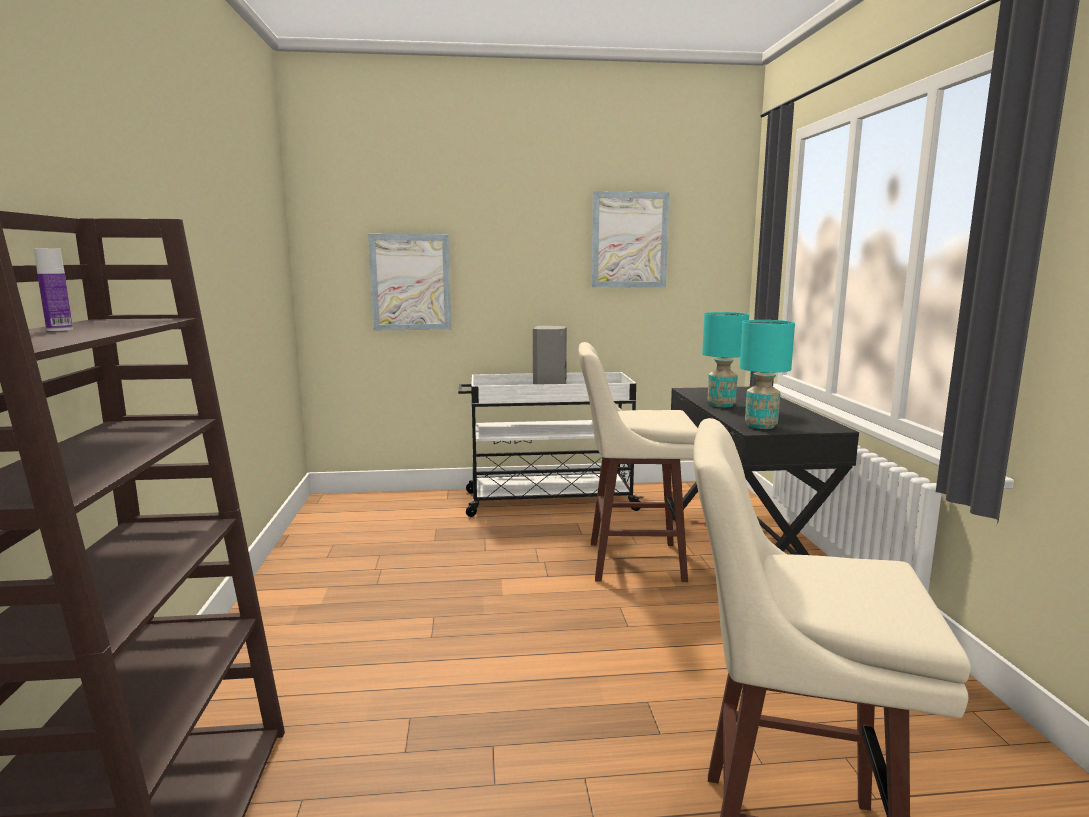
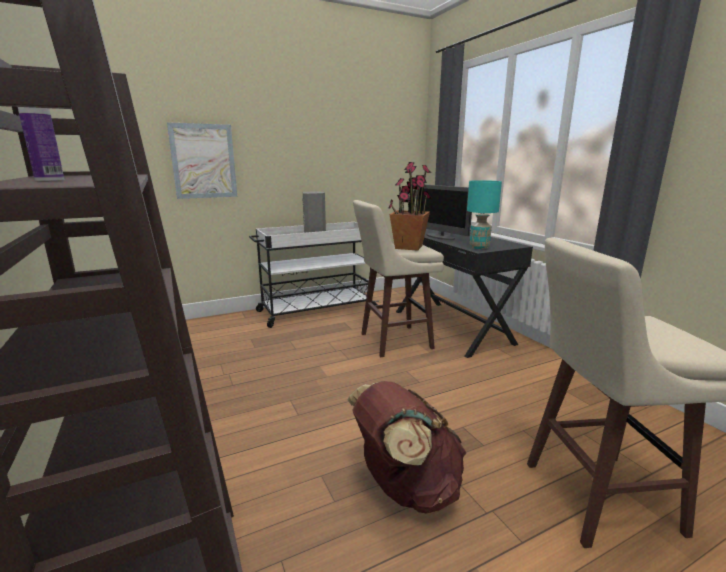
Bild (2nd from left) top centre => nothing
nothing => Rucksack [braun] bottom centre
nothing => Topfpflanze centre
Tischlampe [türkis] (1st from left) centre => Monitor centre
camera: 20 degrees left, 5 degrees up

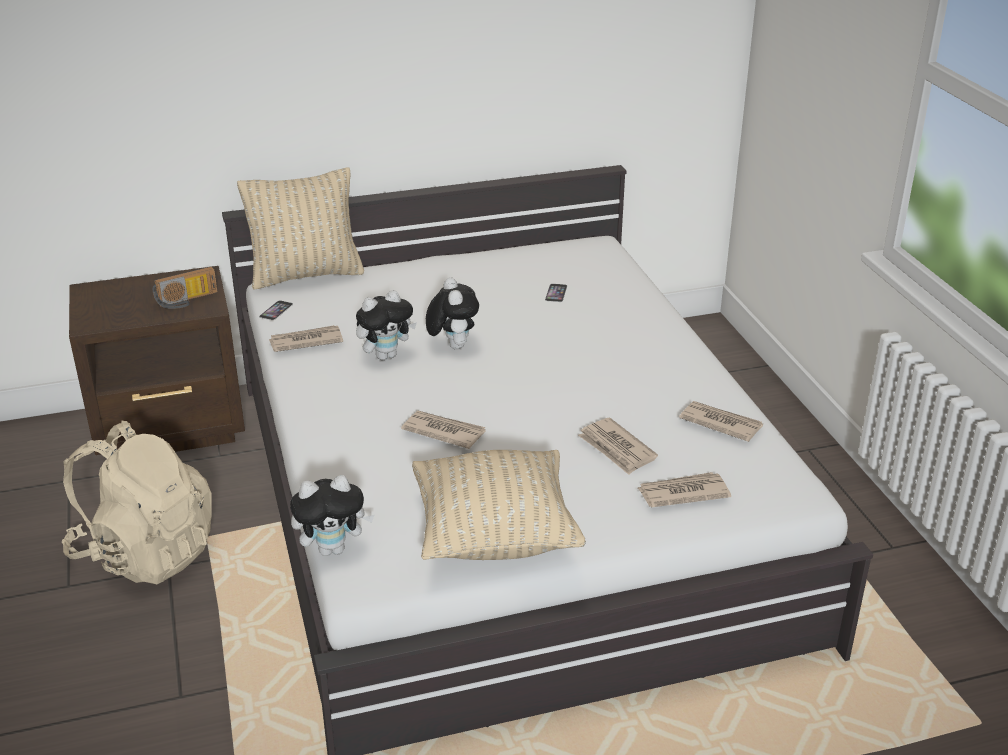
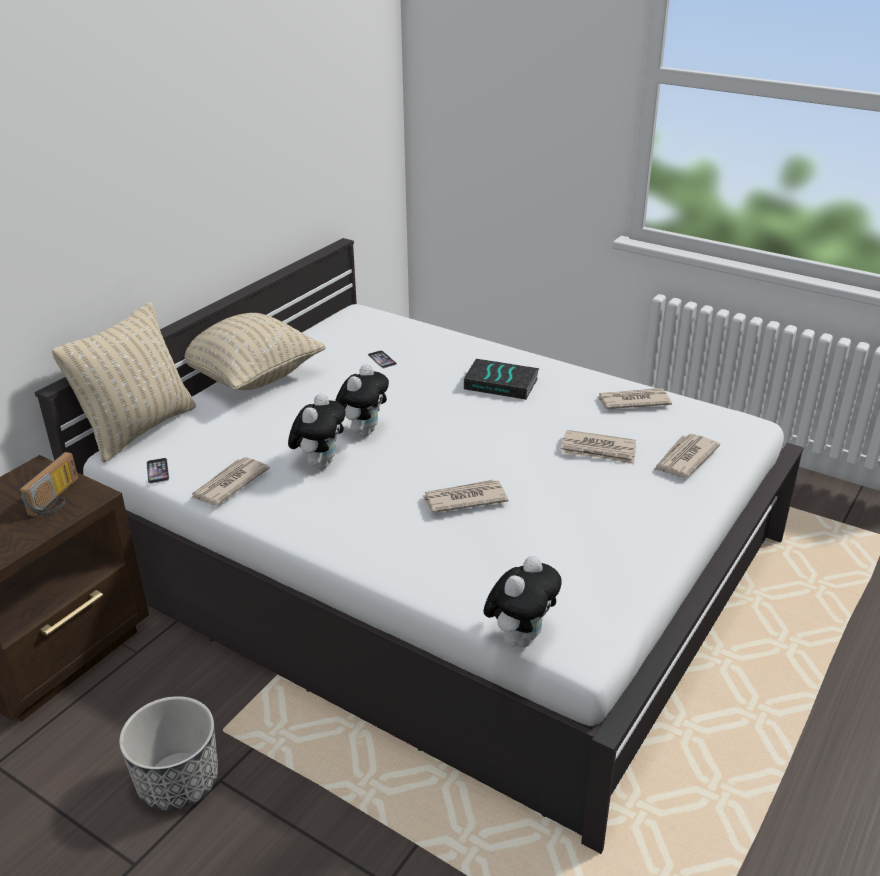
nothing => Buch centre
Kissen [beige] (2nd from left) bottom centre => Kissen [beige] (2nd from left) middle left, moved
Rucksack [beige] middle left => Pflanzkübel bottom left
Plüschtier (3rd from left in the first image) centre => Plüschtier (2nd from left) centre, 75 degrees clockwise
camera: 40 degrees left, 0 degrees up

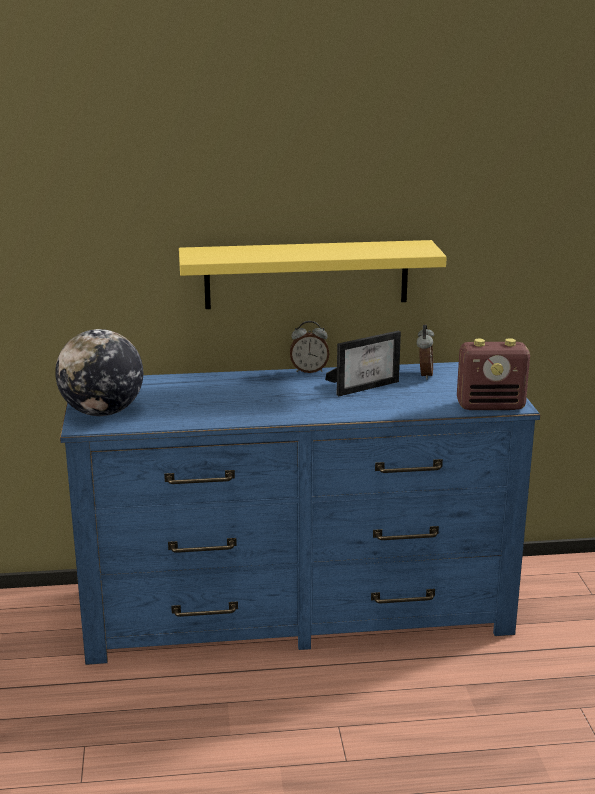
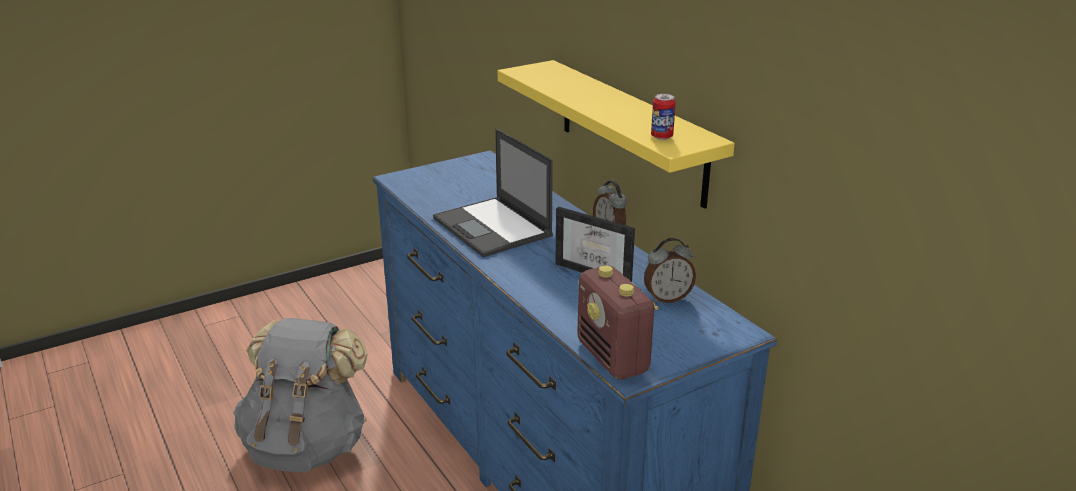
Globus middle left => nothing
nothing => Rucksack [grau] bottom left
nothing => Laptop centre
nothing => Dose top centre
camera: 65 degrees right, 5 degrees up

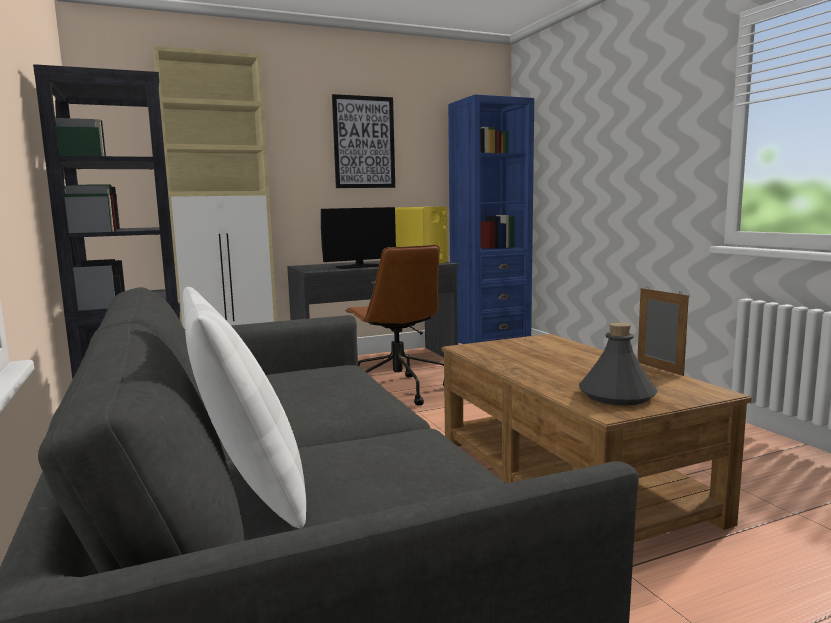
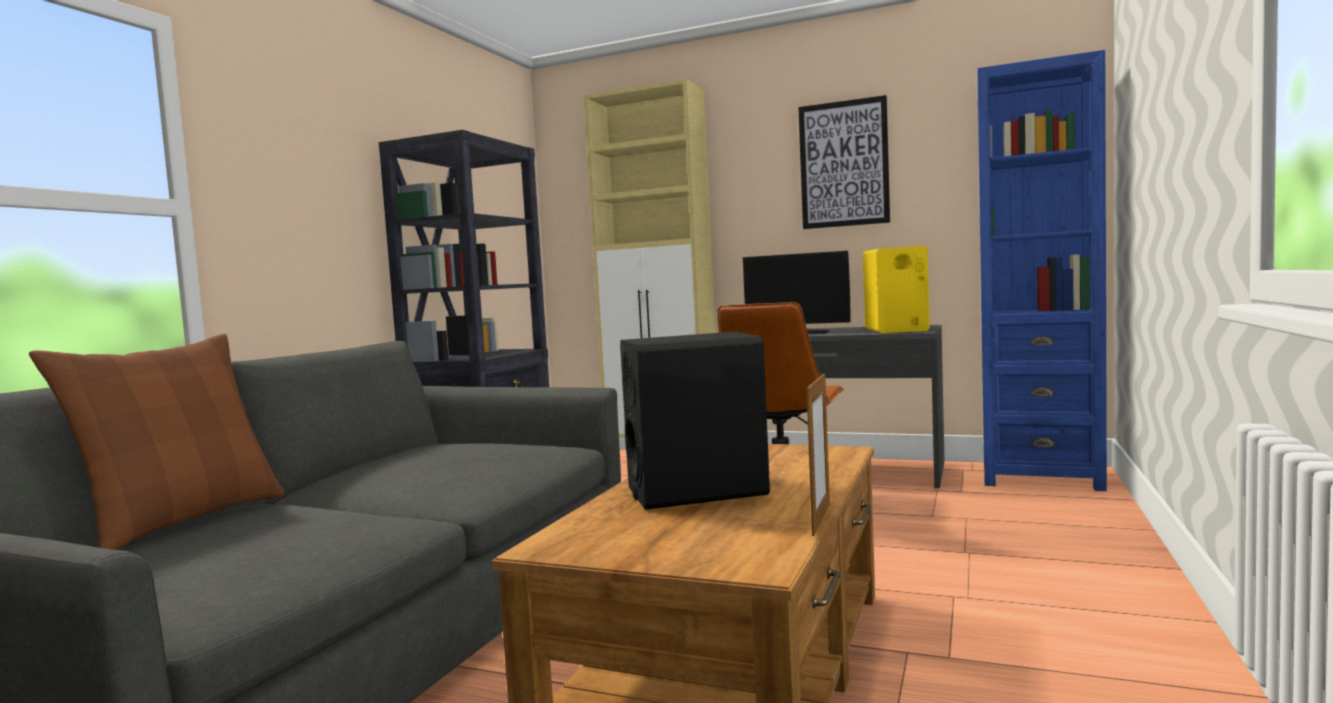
Flasche [grau] middle right => nothing
nothing => Lautsprecher [schwarz] centre
Kissen [weiß] middle left => Kissen [braun] middle left
camera: 45 degrees right, 5 degrees down

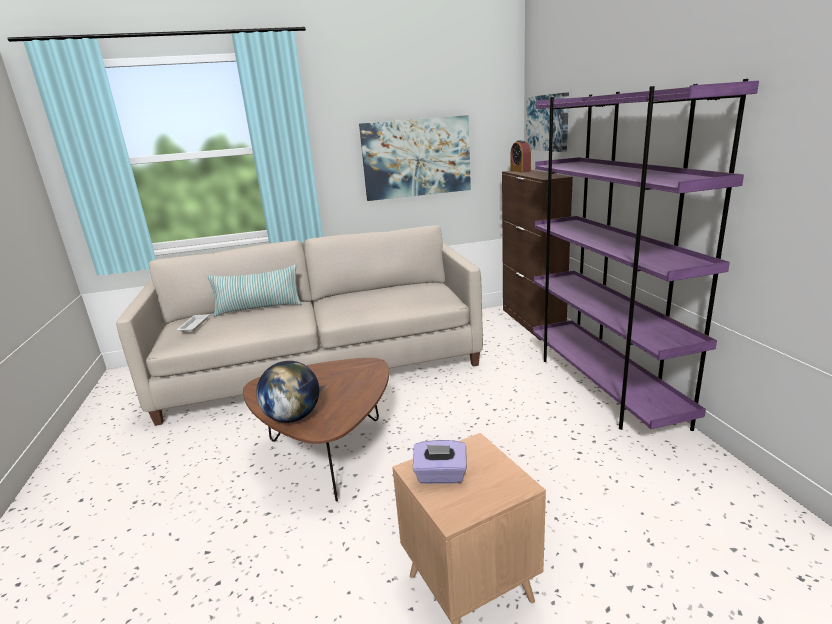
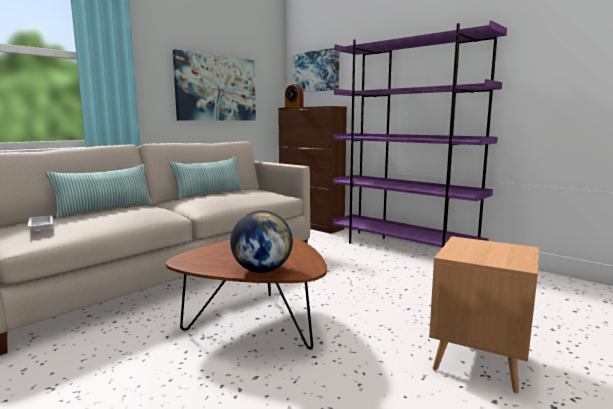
Taschentuchbox [lila] bottom centre => nothing
nothing => Kissen (2nd from left) centre
camera: 35 degrees left, 10 degrees down

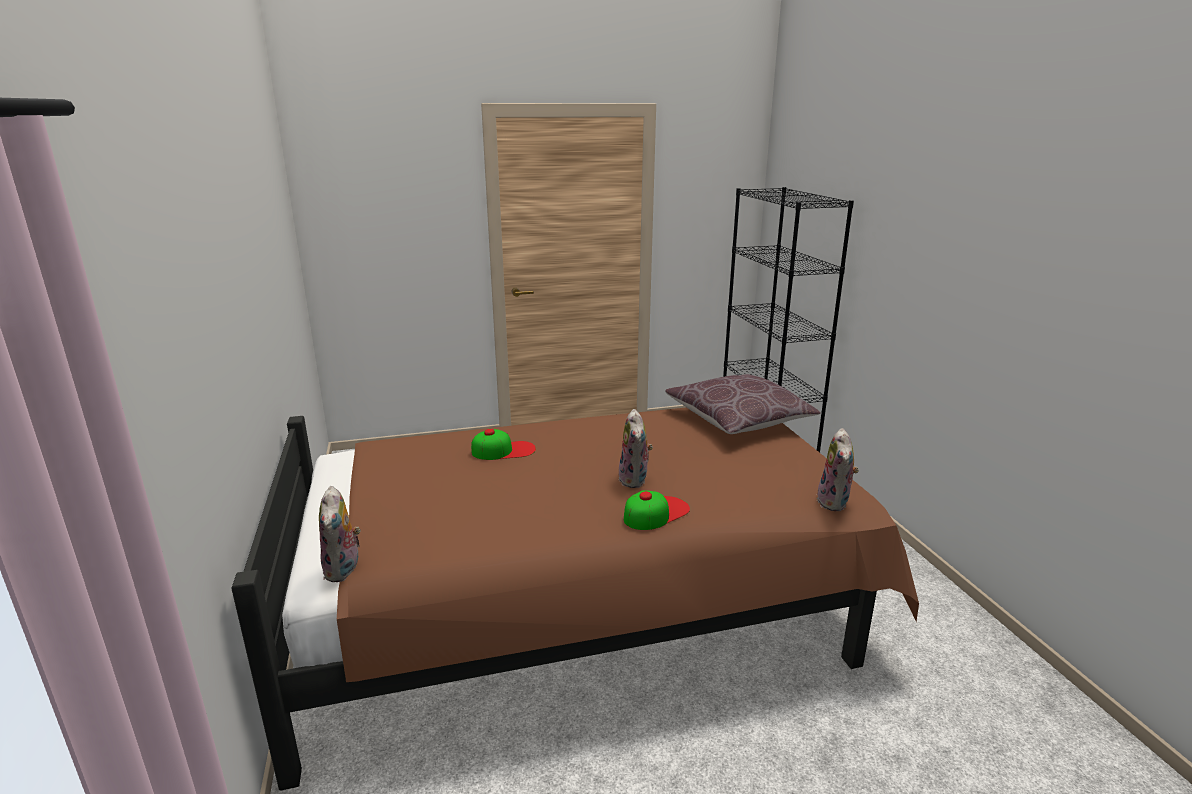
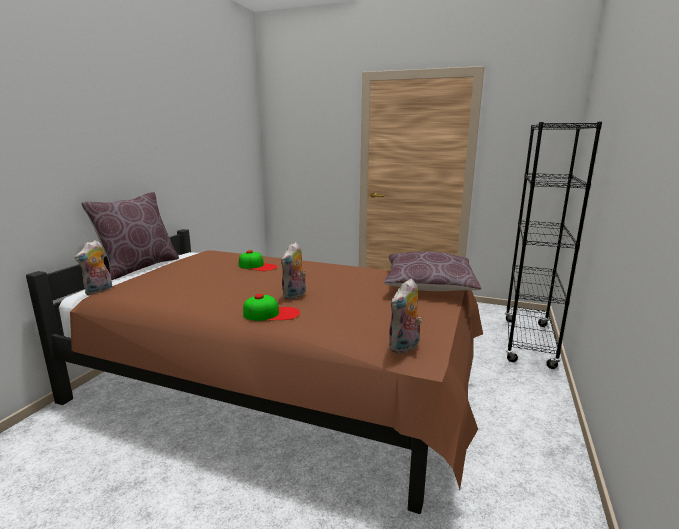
nothing => Kissen [braun] (1st from left) middle left
camera: 35 degrees right, 5 degrees down

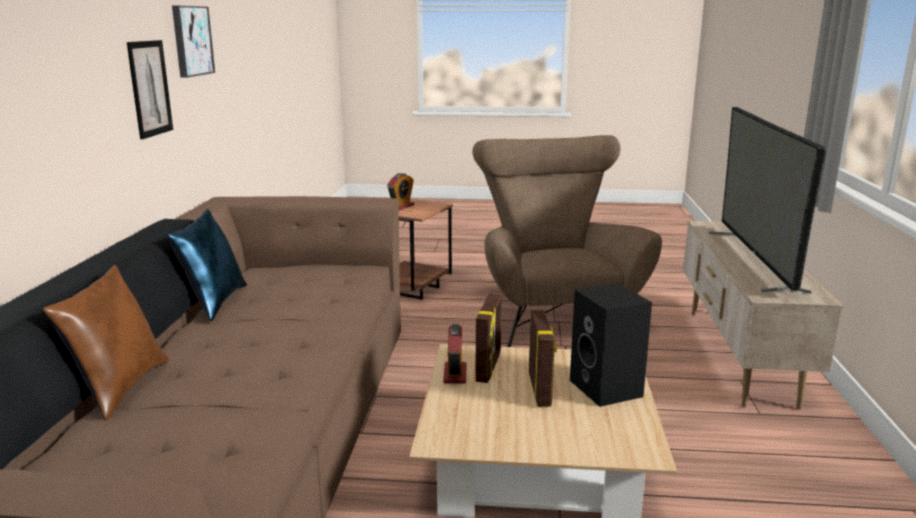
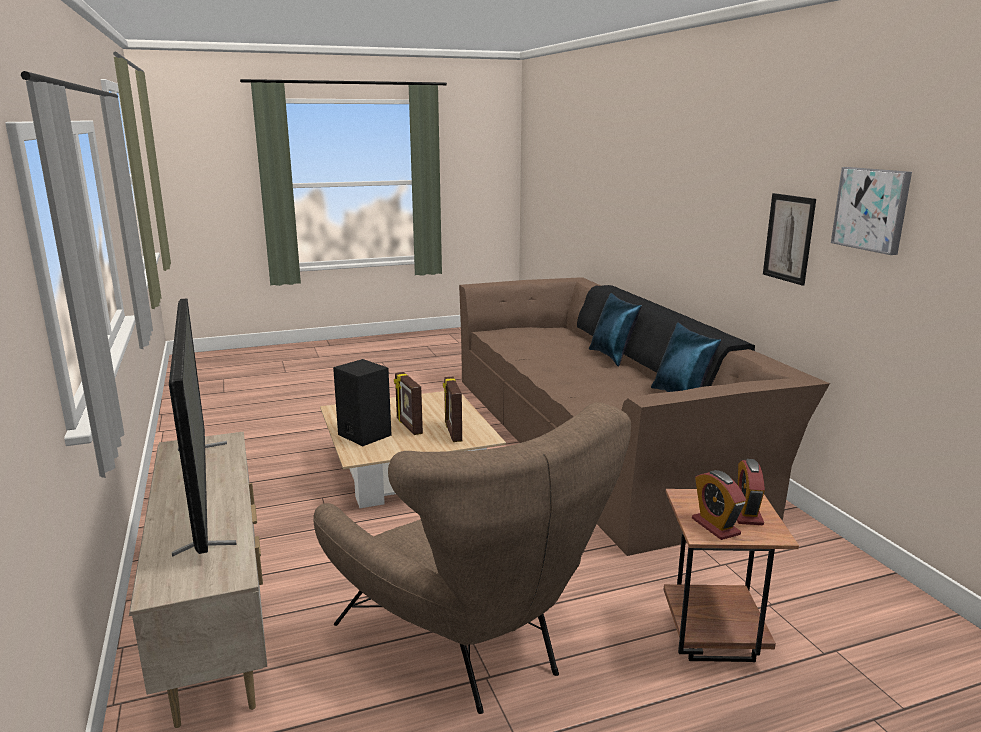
Wecker (2nd from left in the first image) bottom centre => Wecker (1st from left) bottom right, moved
Kissen [braun] middle left => Kissen [blau] (1st from left) centre
camera: 155 degrees right, 0 degrees up

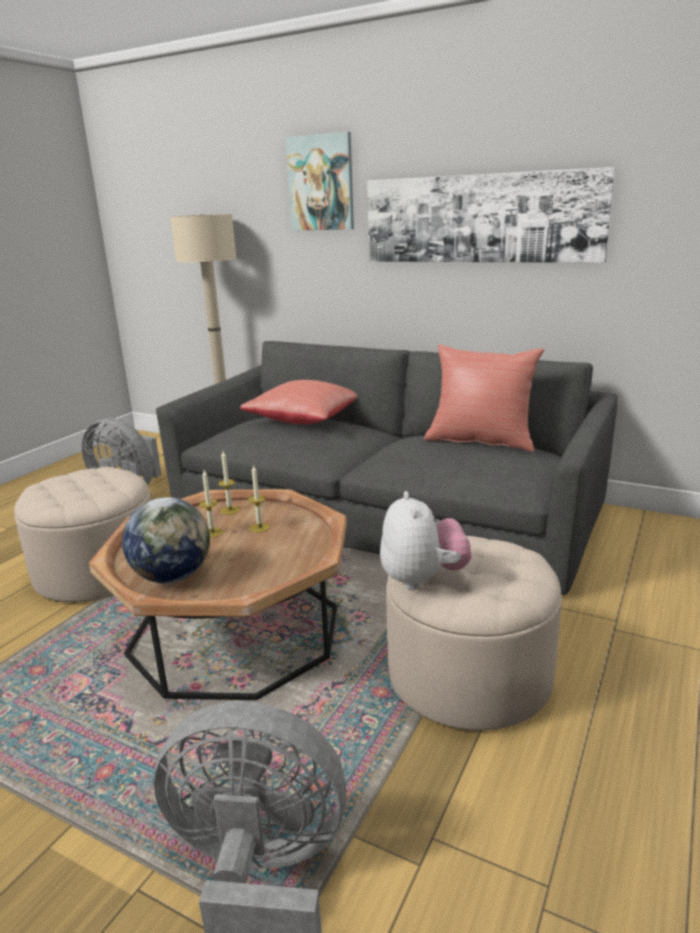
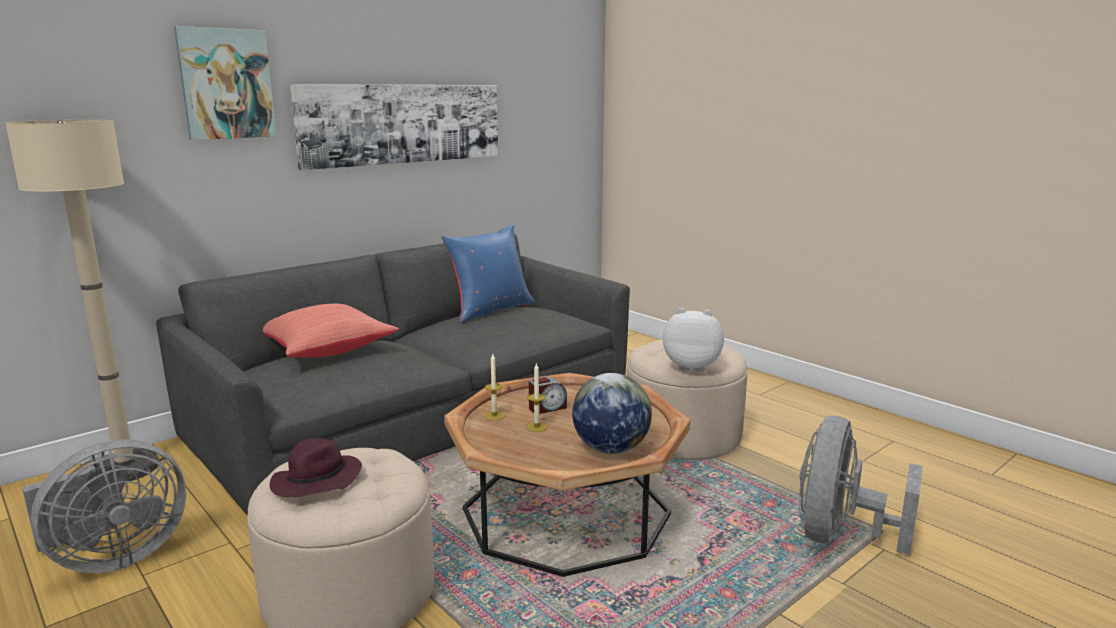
nothing => Hut [lila] bottom left
Kerze (3rd from left) centre => Wecker centre
Kissen [rot] (2nd from left) middle right => Kissen [blau] centre
camera: 70 degrees left, 5 degrees down

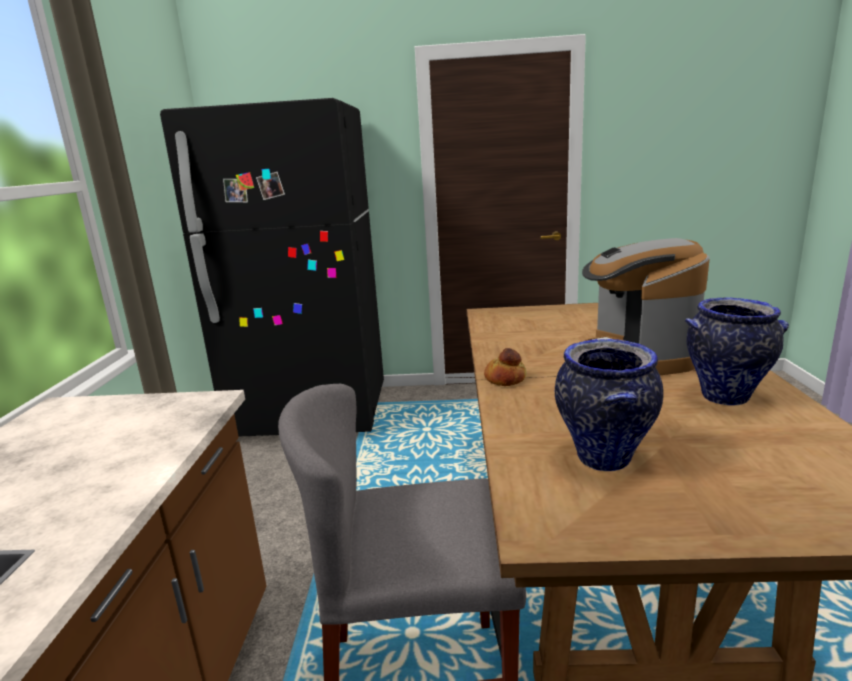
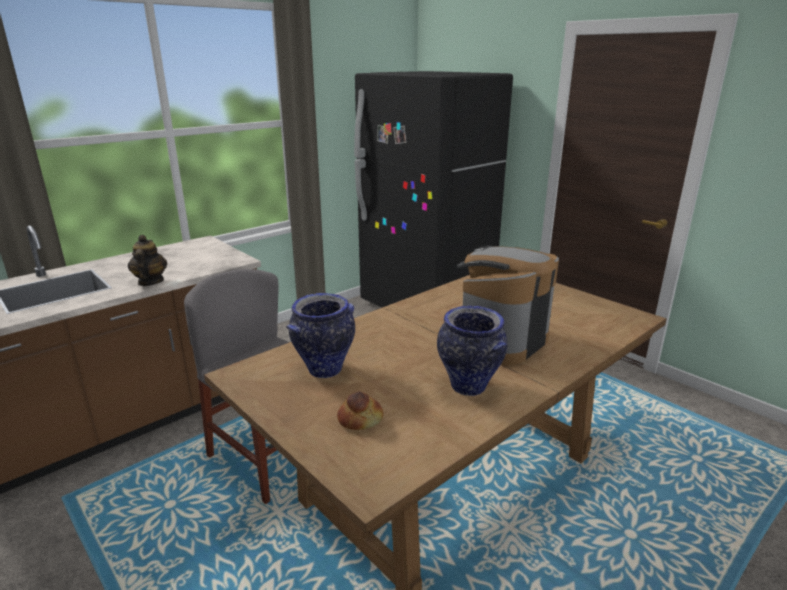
nothing => Teekanne middle left
Brot centre => Brot bottom centre, moved
camera: 45 degrees right, 5 degrees up

